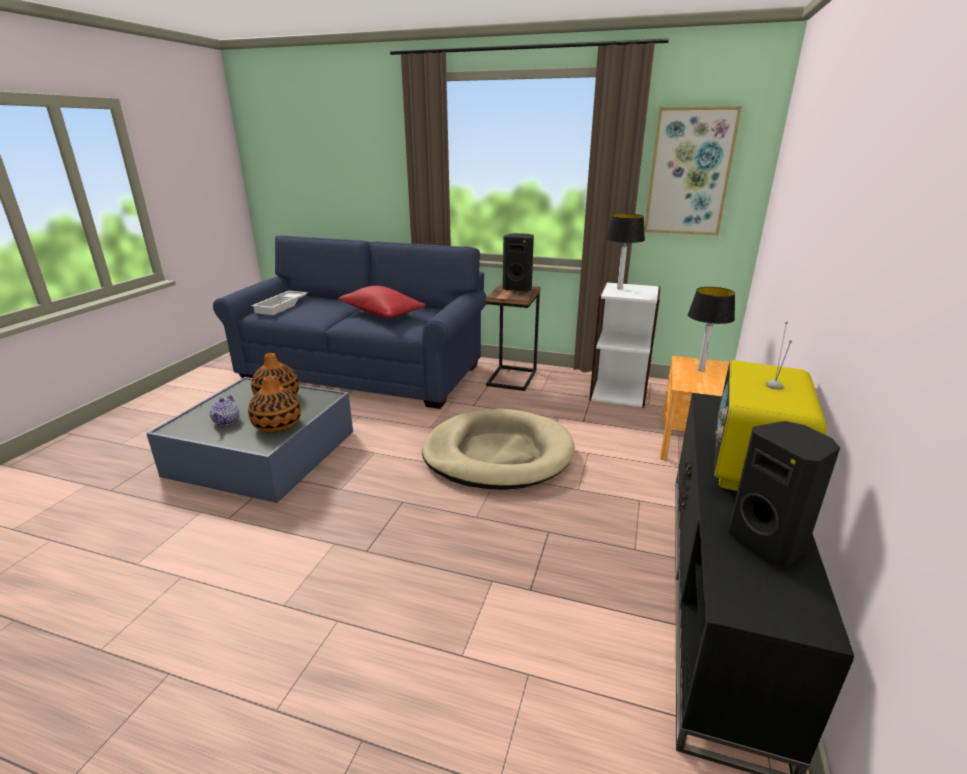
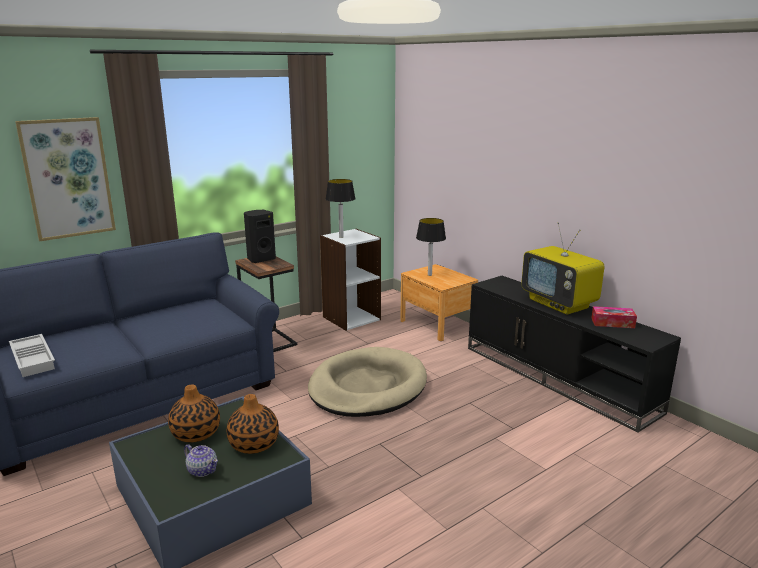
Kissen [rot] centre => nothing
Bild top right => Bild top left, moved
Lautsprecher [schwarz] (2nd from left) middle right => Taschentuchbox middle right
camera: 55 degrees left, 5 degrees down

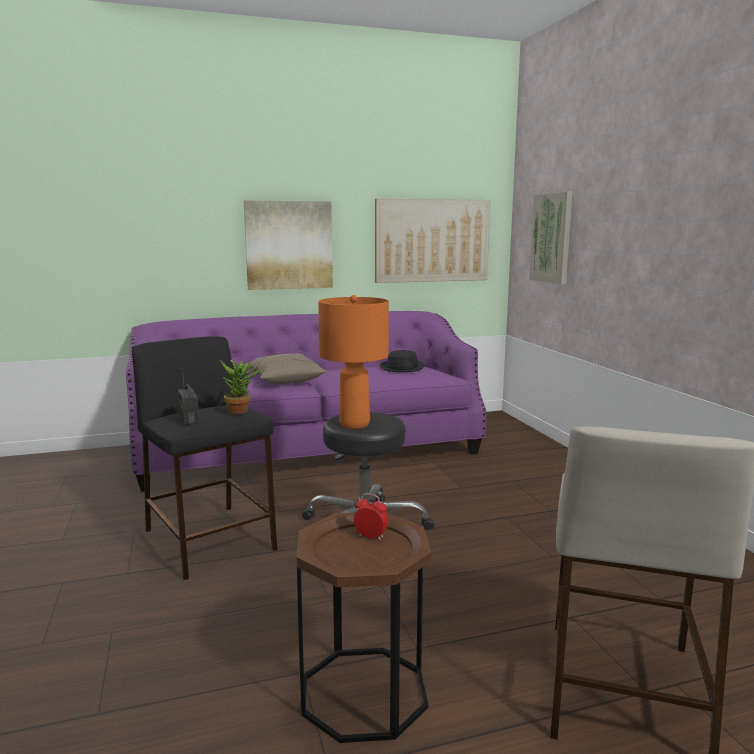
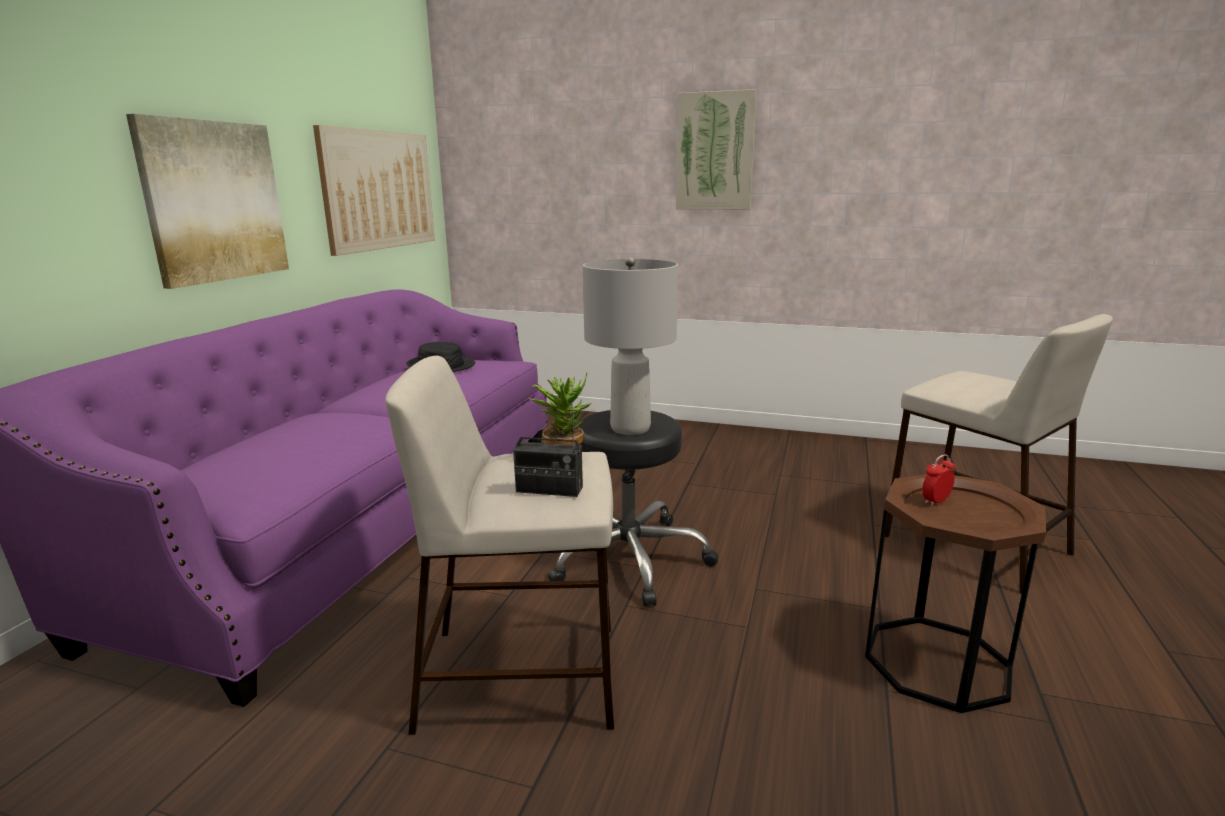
Kissen [beige] centre => nothing
Bild (3rd from left) top right => Bild (3rd from left) top centre, moved
Hocker [schwarz] (1st from left) middle left => Hocker [beige] (1st from left) bottom centre
Tischlampe [orange] centre => Tischlampe [grau] centre
camera: 55 degrees left, 5 degrees up

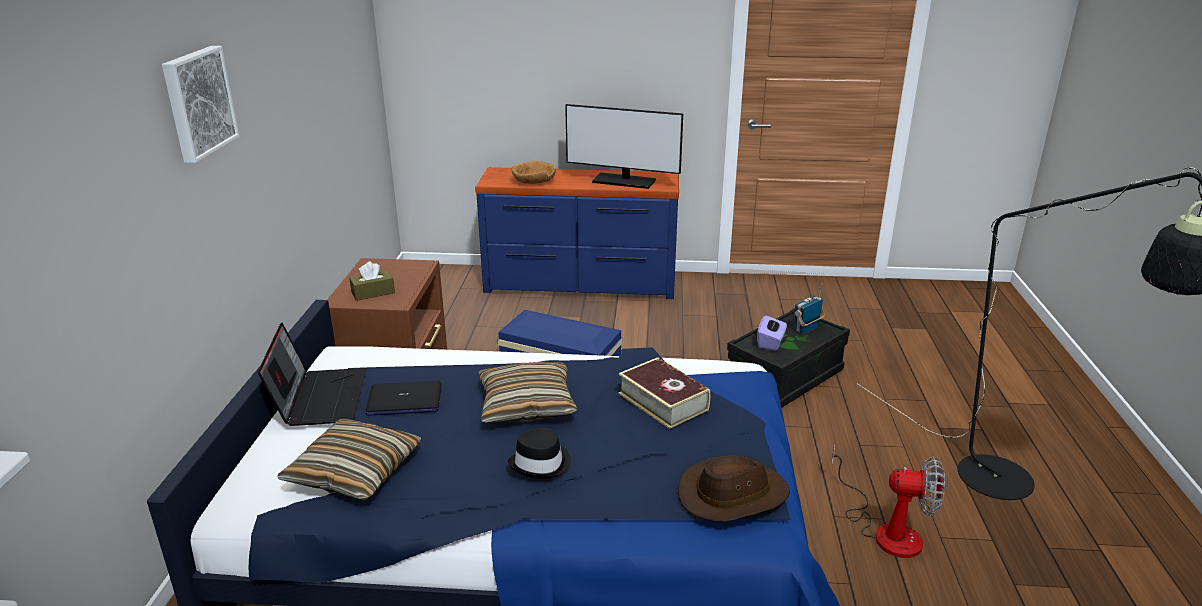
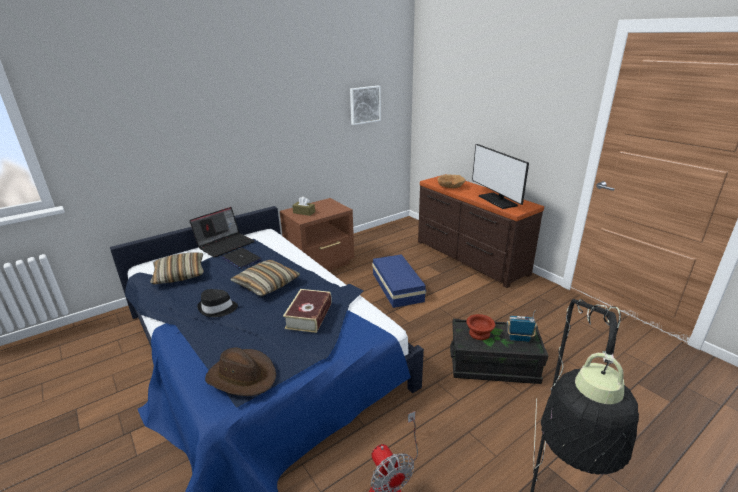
Bild top left => Bild top centre, moved
Taschentuchbox [lila] centre => Schüssel [braun] (2nd from left) centre
Kommode [blau] centre => Kommode [braun] centre
camera: 50 degrees right, 0 degrees up

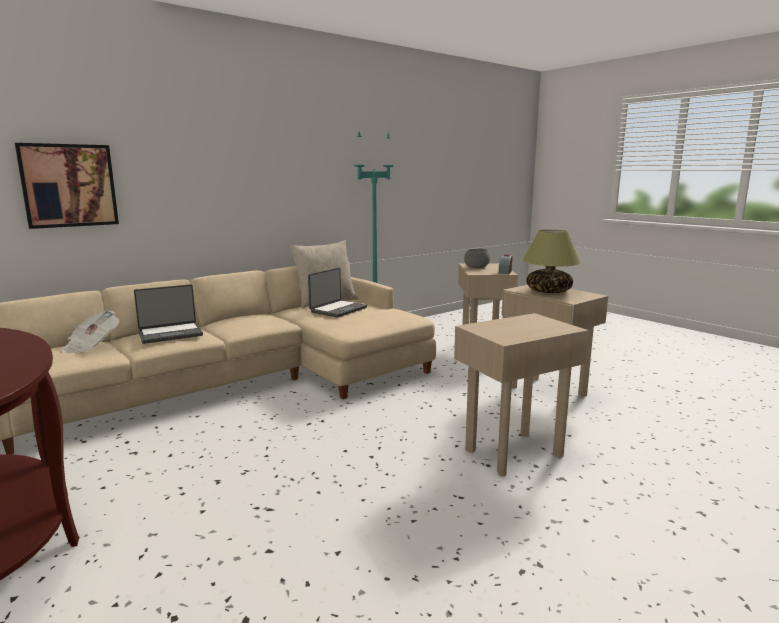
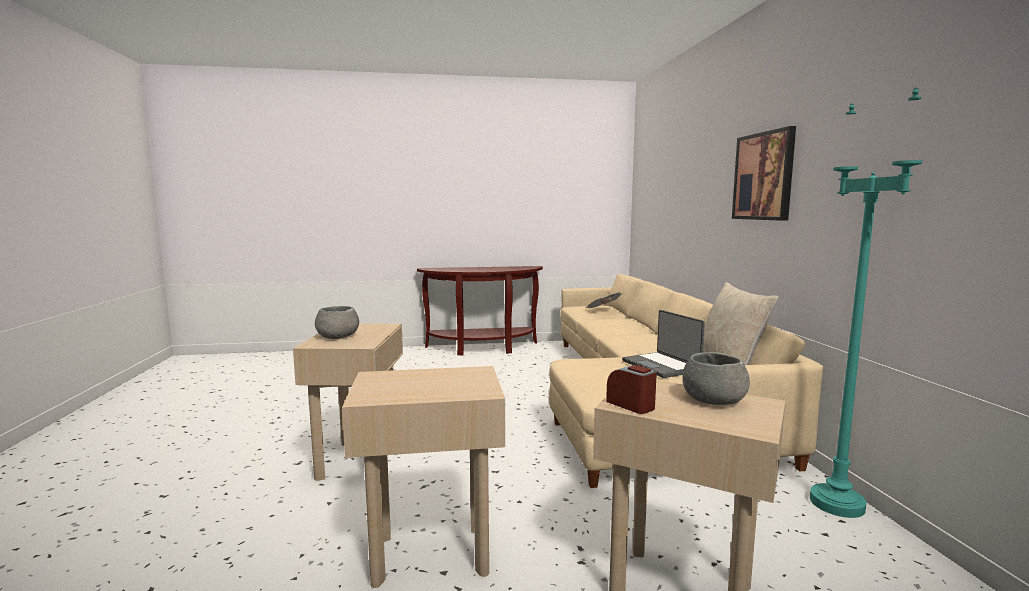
Laptop (1st from left) middle left => nothing
Tischlampe middle right => nothing
nothing => Schüssel [grau] (1st from left) middle left
Bild top left => Bild top right, moved
camera: 120 degrees right, 5 degrees down

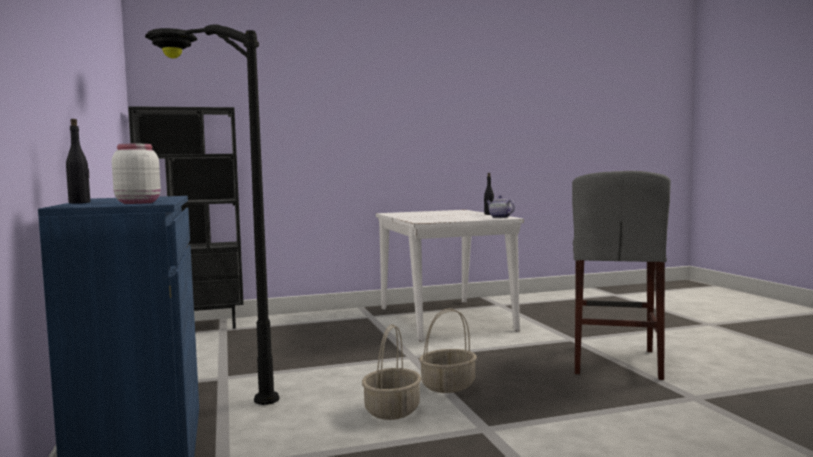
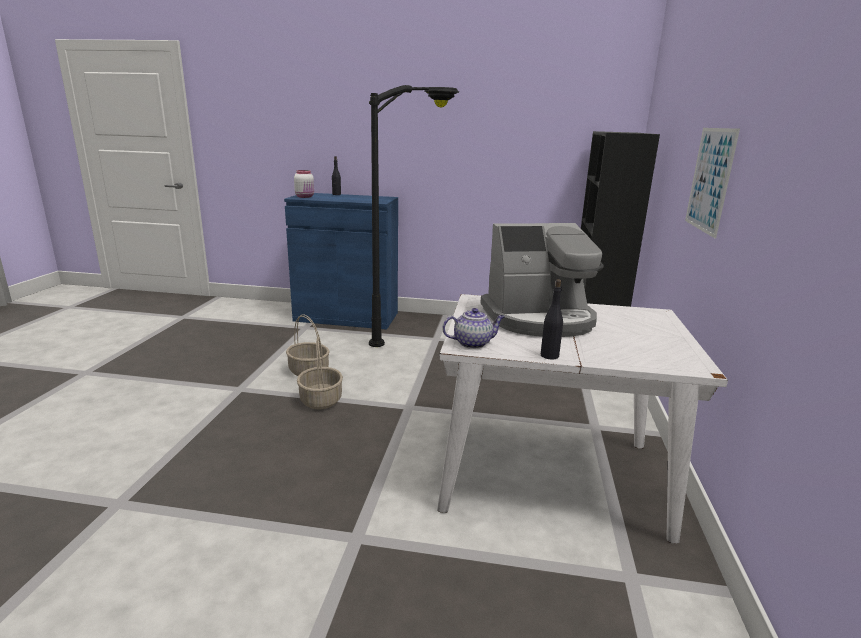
Hocker [grau] middle right => nothing
nothing => Kaffeemaschine centre
nothing => Bild top right
camera: 115 degrees right, 15 degrees up

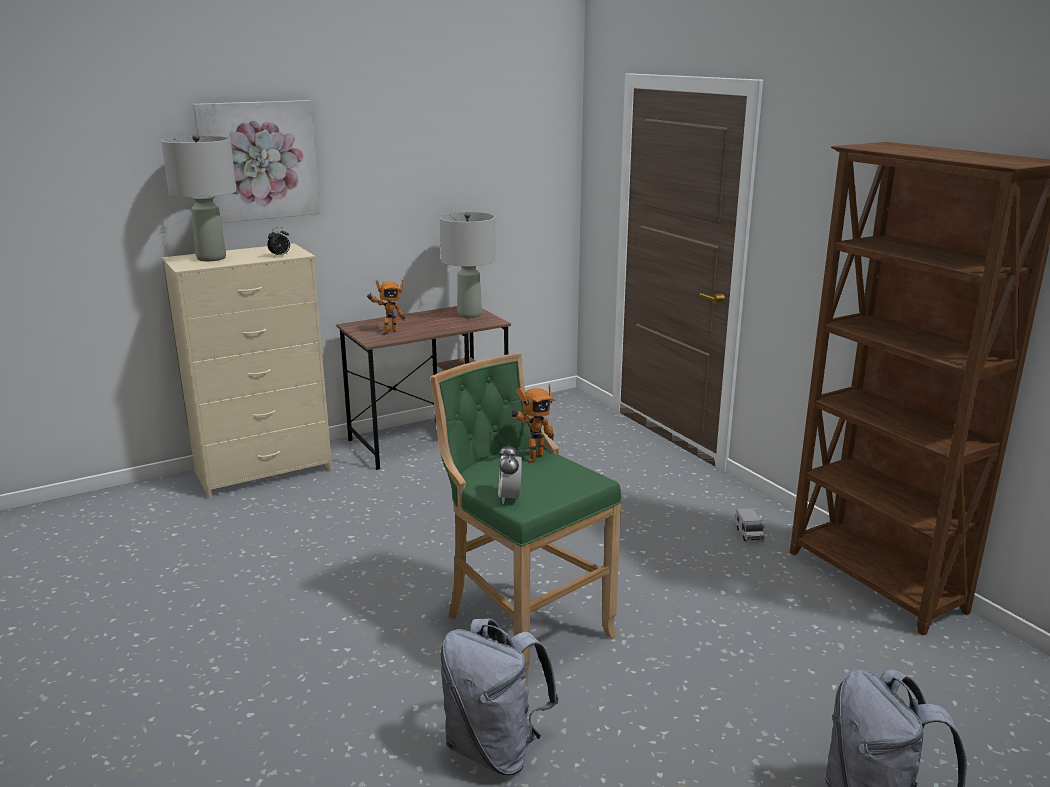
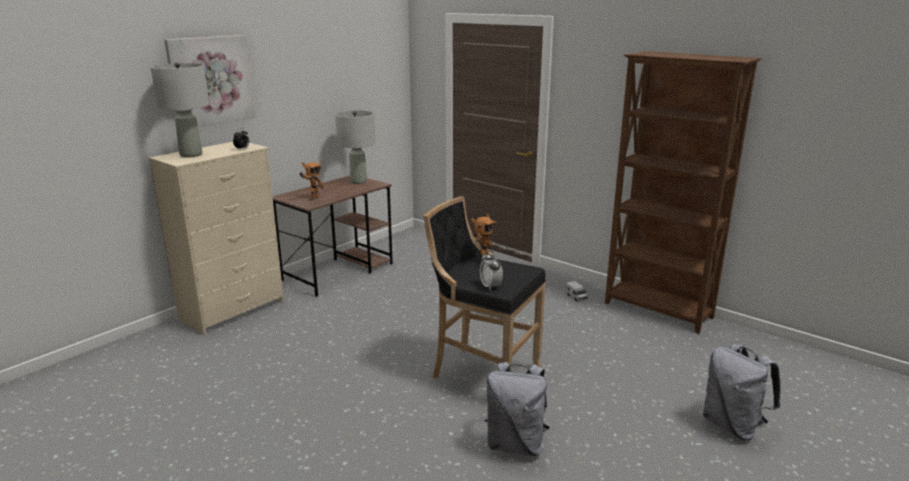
Hocker [grün] centre => Hocker [schwarz] centre
camera: 20 degrees left, 0 degrees up

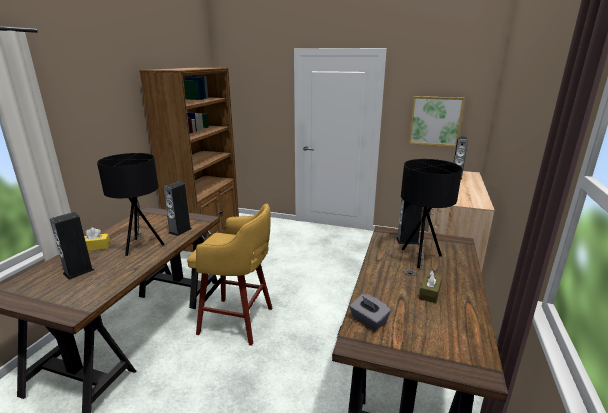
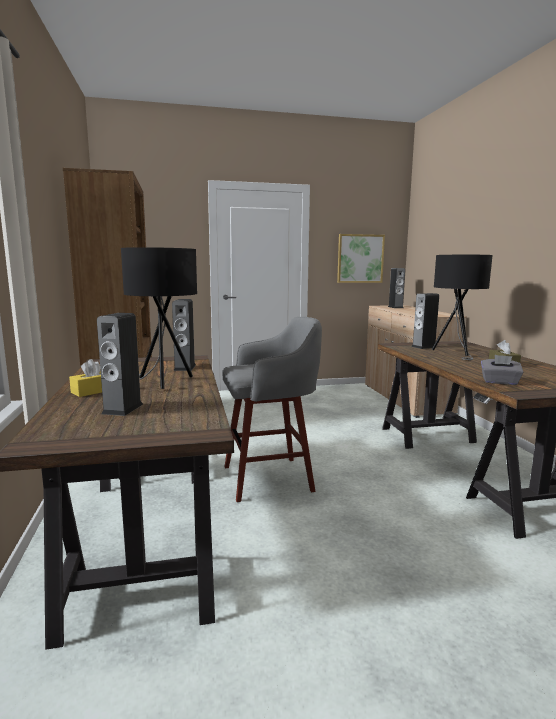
Hocker [gelb] centre => Hocker [grau] centre
camera: 30 degrees left, 10 degrees down

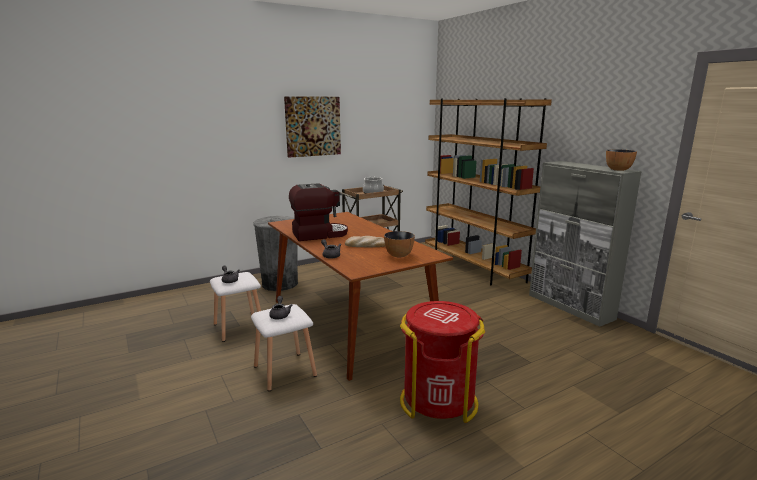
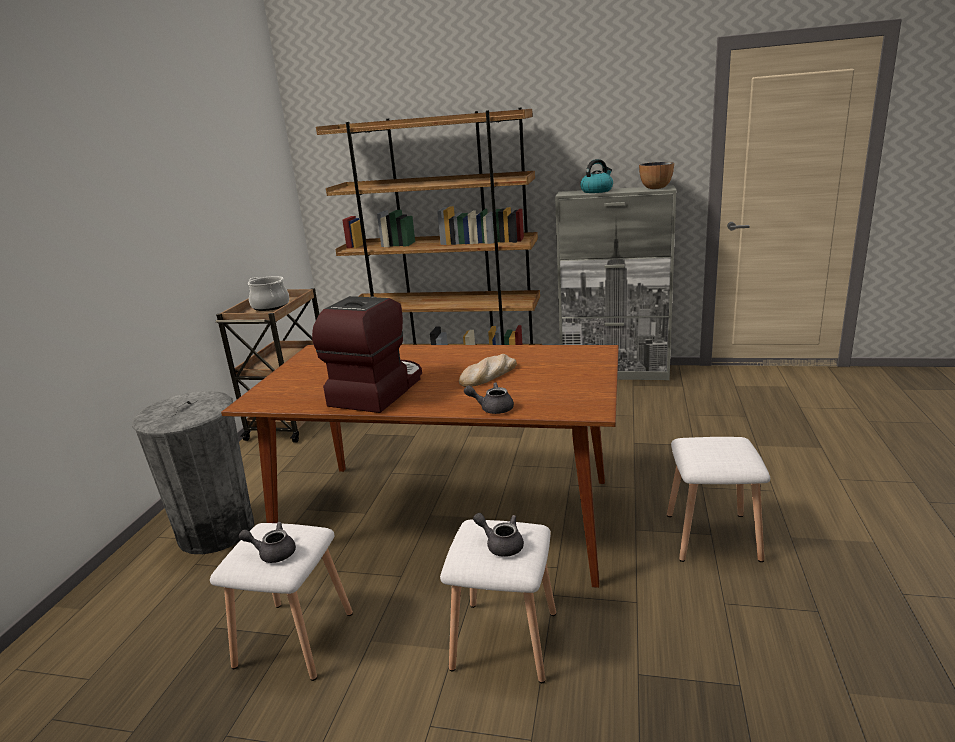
Bild top centre => nothing
Schüssel (1st from left) centre => nothing
nothing => Wasserkessel top centre
Mülleimer [rot] bottom centre => Hocker [weiß] (3rd from left) bottom right
camera: 45 degrees left, 5 degrees up

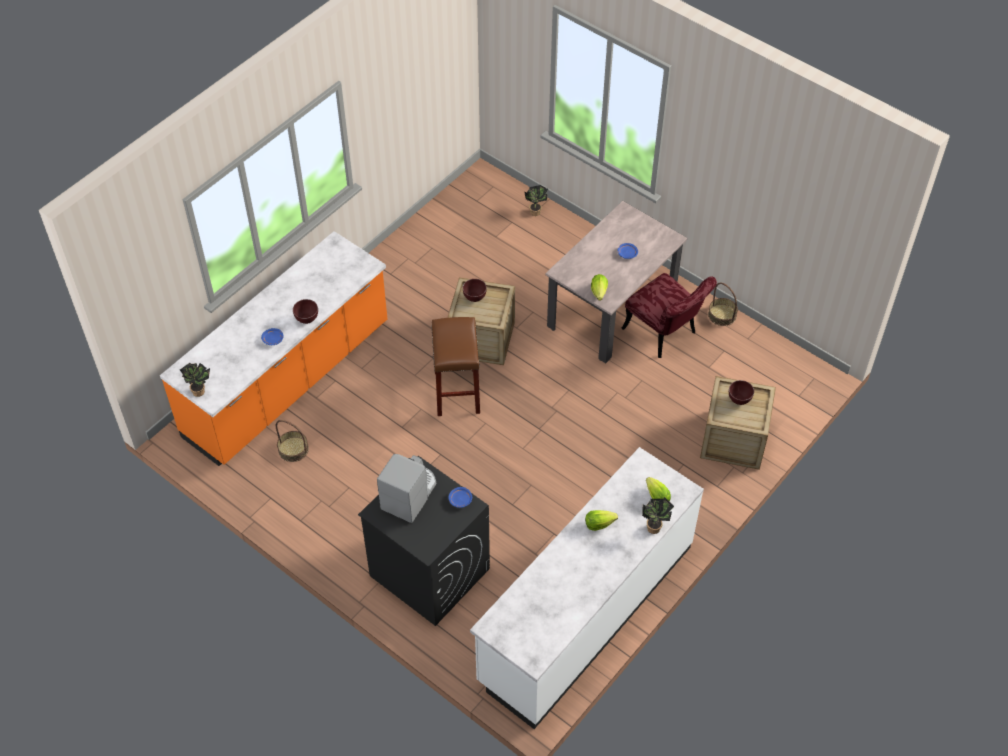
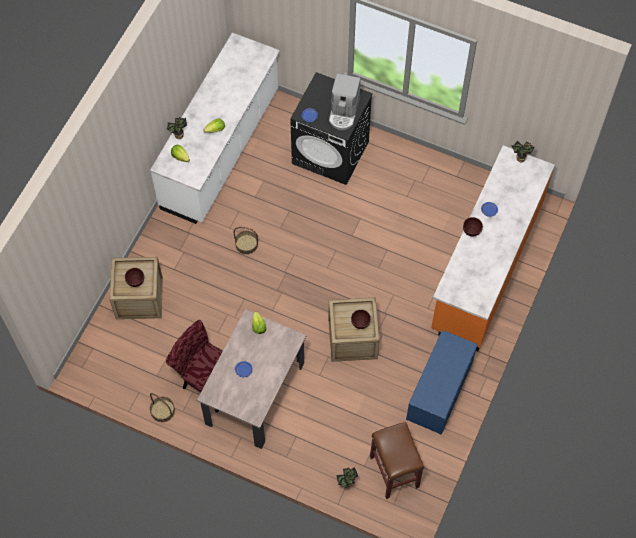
nothing => Bank [blau] bottom right
Korb (1st from left in the first image) middle left => Korb (2nd from left) centre, moved
Hocker [braun] centre => Hocker [braun] bottom centre, moved
camera: 165 degrees right, 10 degrees up

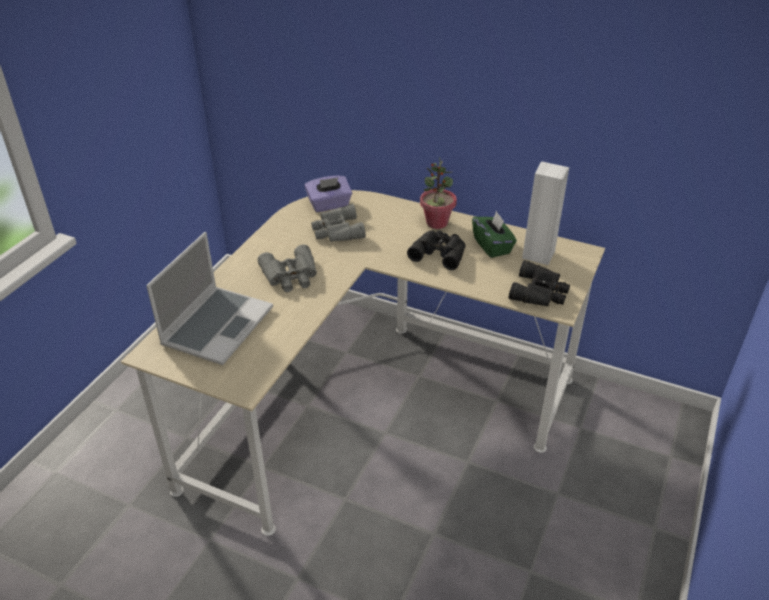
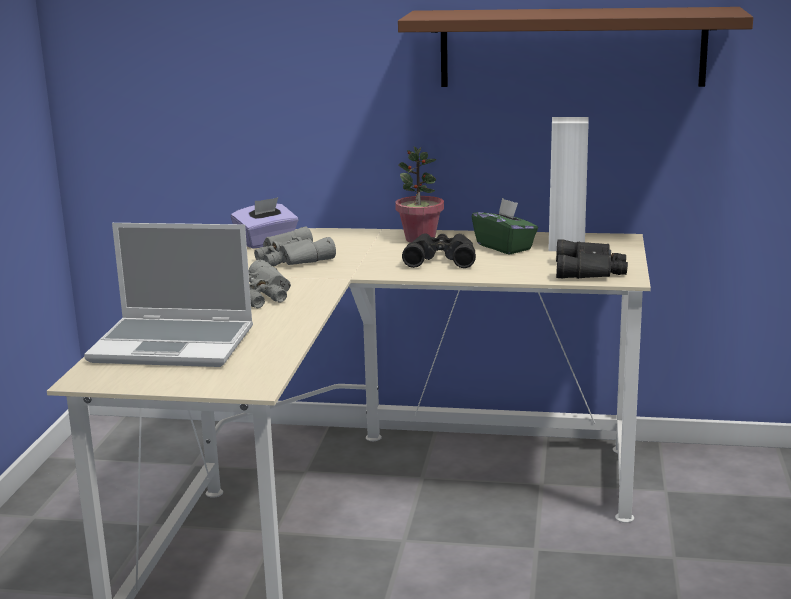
nothing => Wandregal [braun] top right
Laptop middle left, 90 degrees clockwise
camera: 15 degrees left, 20 degrees down

